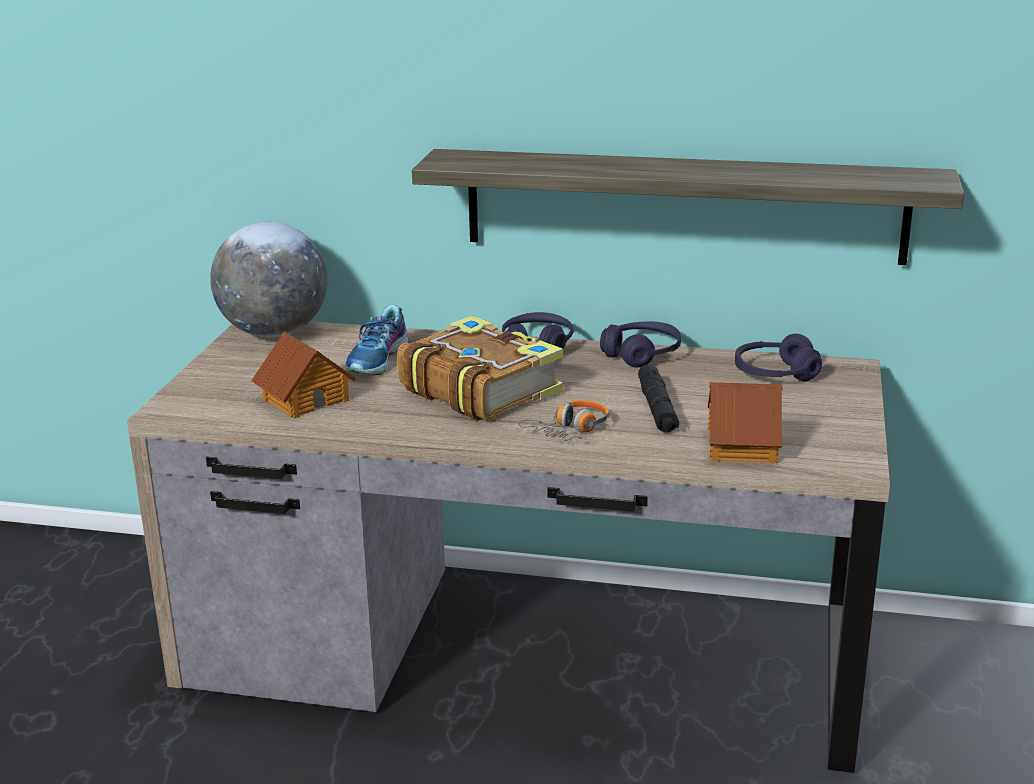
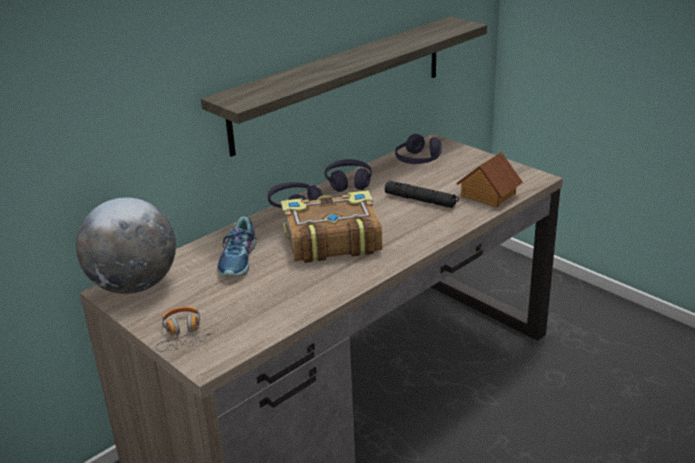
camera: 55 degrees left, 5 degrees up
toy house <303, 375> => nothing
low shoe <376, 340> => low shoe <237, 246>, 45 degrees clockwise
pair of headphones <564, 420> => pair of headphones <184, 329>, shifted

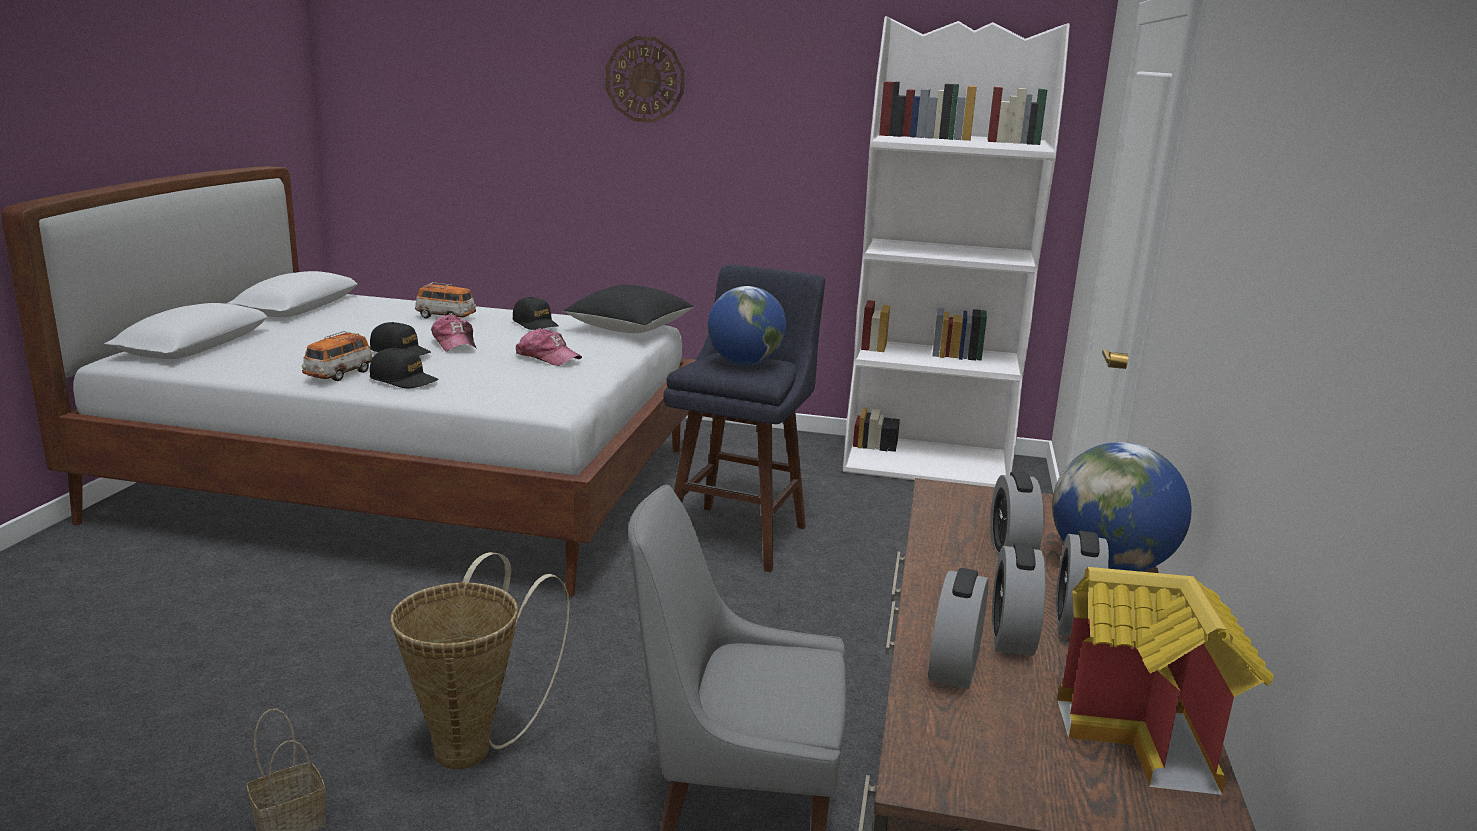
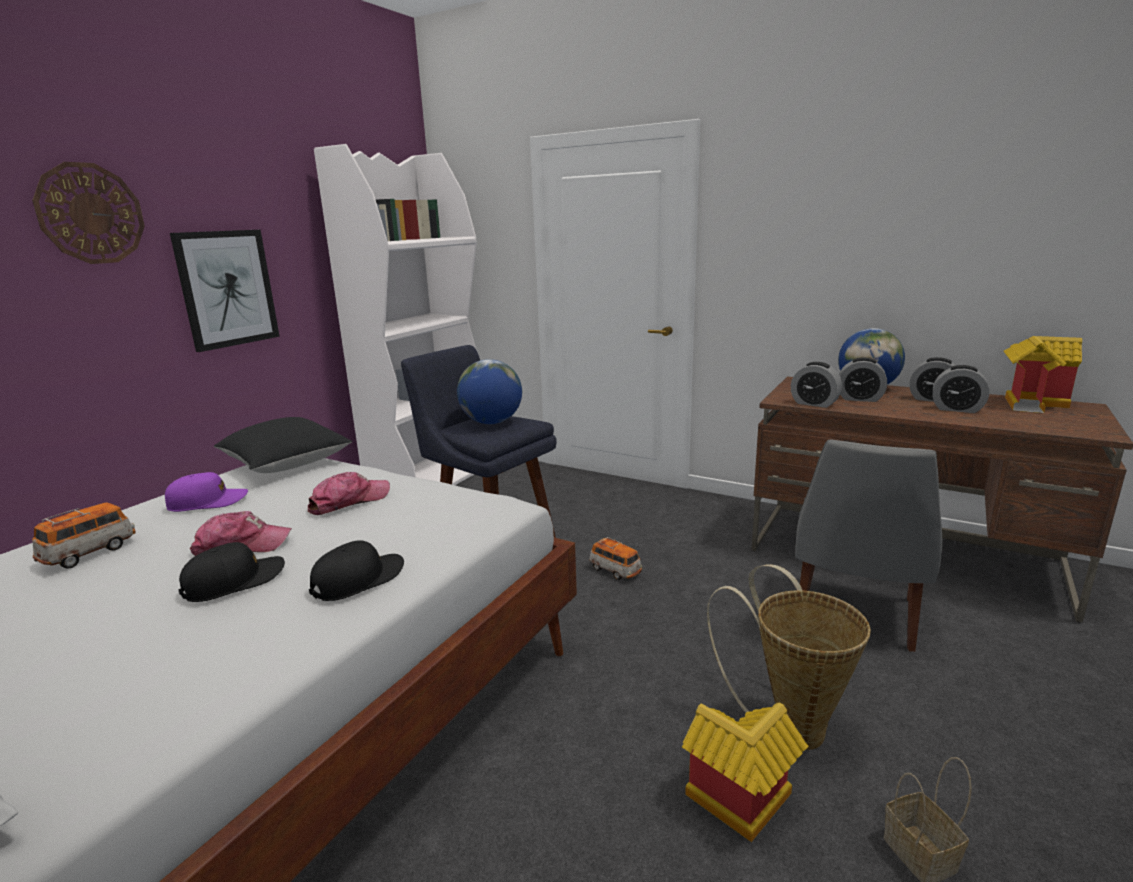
camera: 70 degrees left, 0 degrees up
toy car <337, 356> => toy car <615, 558>, shifted
peaked cap/black-coloured <535, 313> => peaked cap/purple-coloured <206, 492>
table clock <959, 628> => table clock <816, 385>, shifted
nothing => picture <225, 291>
nothing => toy house <745, 772>

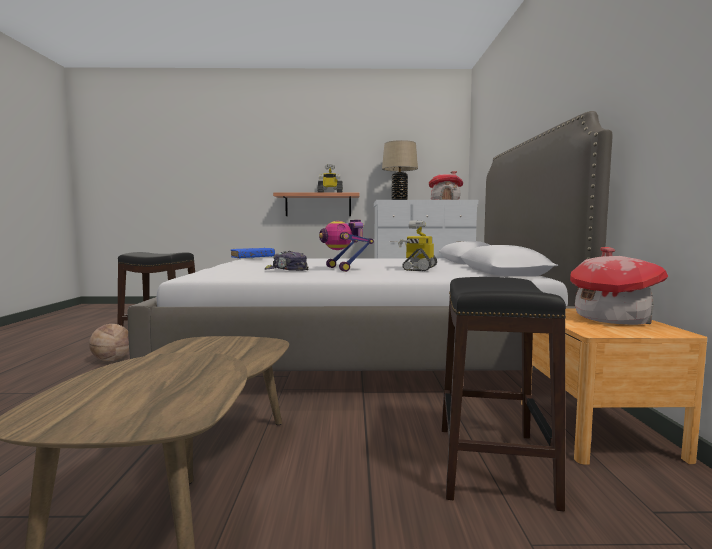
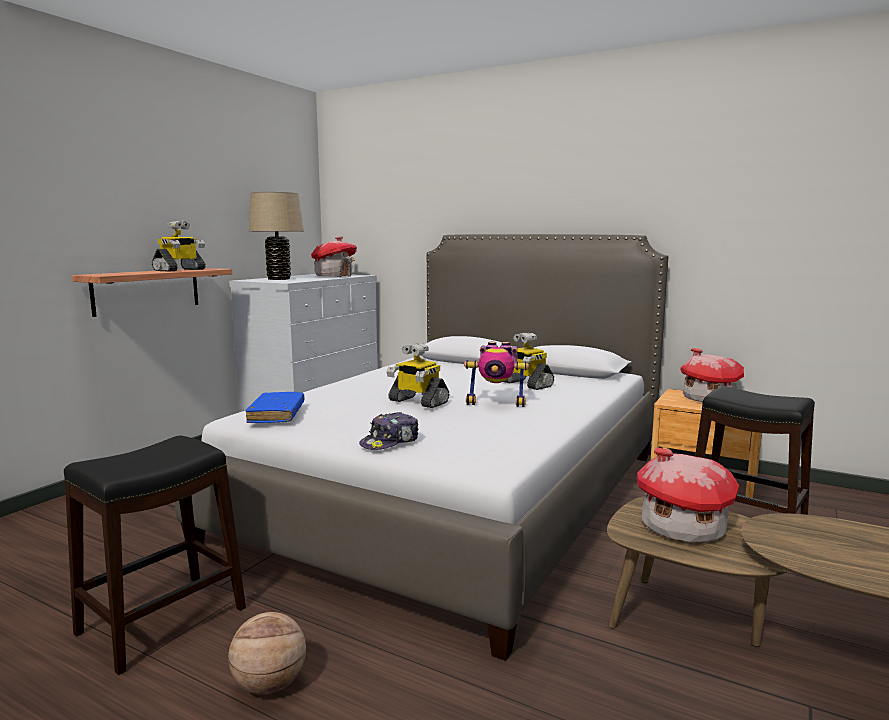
camera: 60 degrees left, 5 degrees up
peaked cap <286, 261> => peaked cap <388, 431>, shifted
nothing => toy robot <417, 375>
nothing => toy house <687, 495>

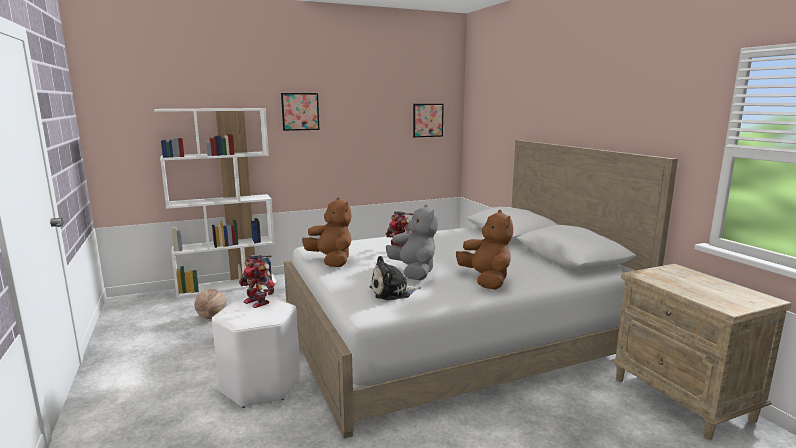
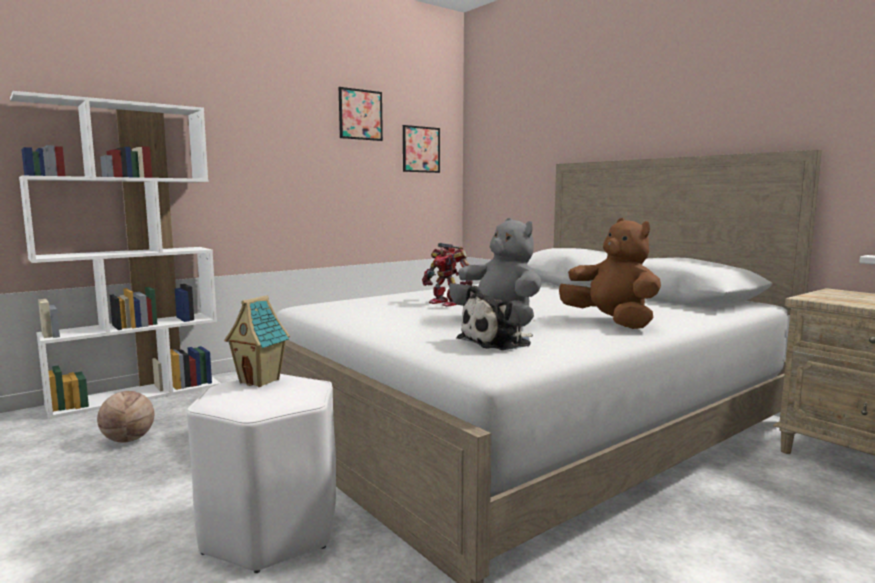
camera: 15 degrees left, 5 degrees down
toy robot <257, 281> => toy house <257, 341>
picture <300, 112> => picture <361, 114>, shifted
soft toy/brown <327, 232> => nothing

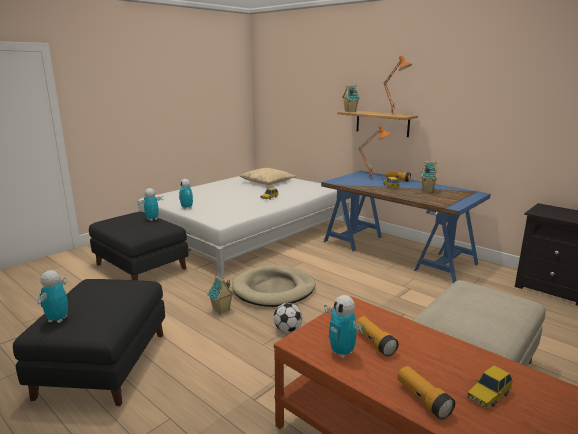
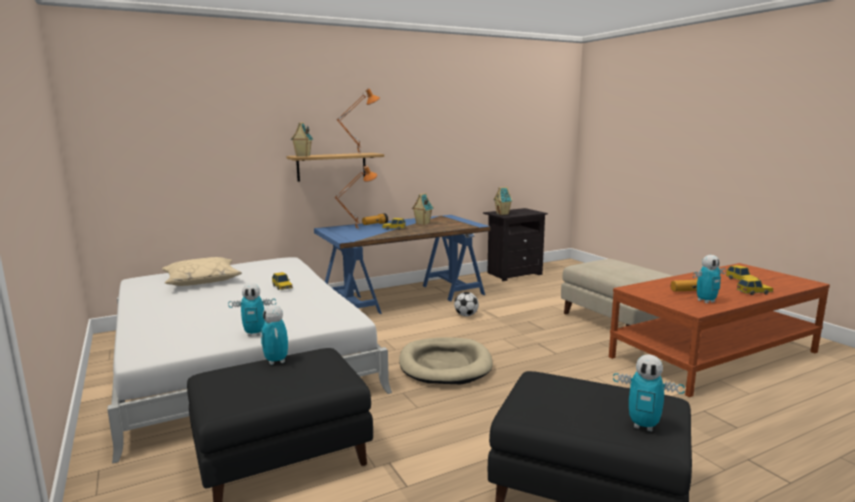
camera: 70 degrees left, 5 degrees down
toy house <220, 295> => toy house <503, 201>, shifted
football <287, 318> => football <466, 304>, shifted
torch <426, 392> => toy car <755, 286>

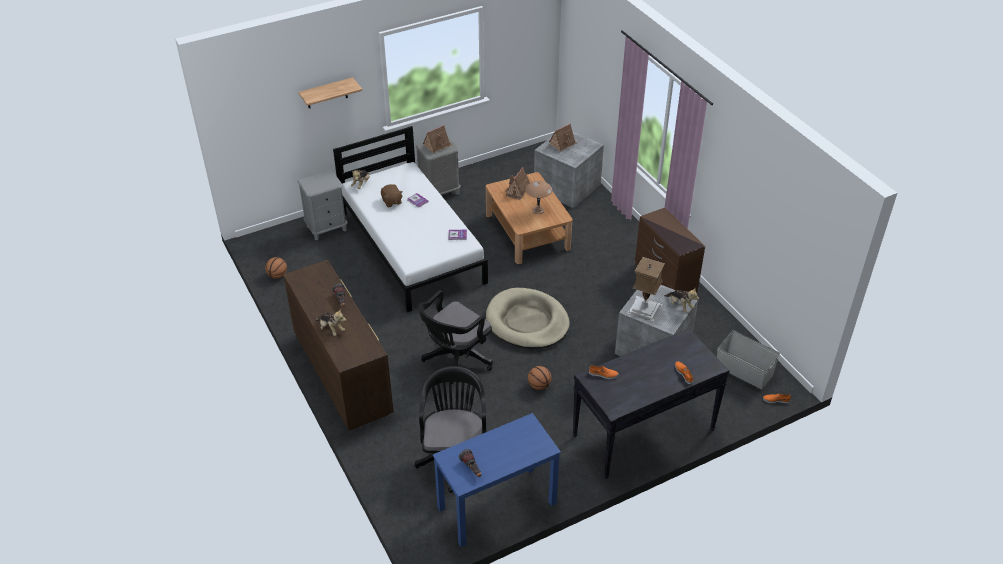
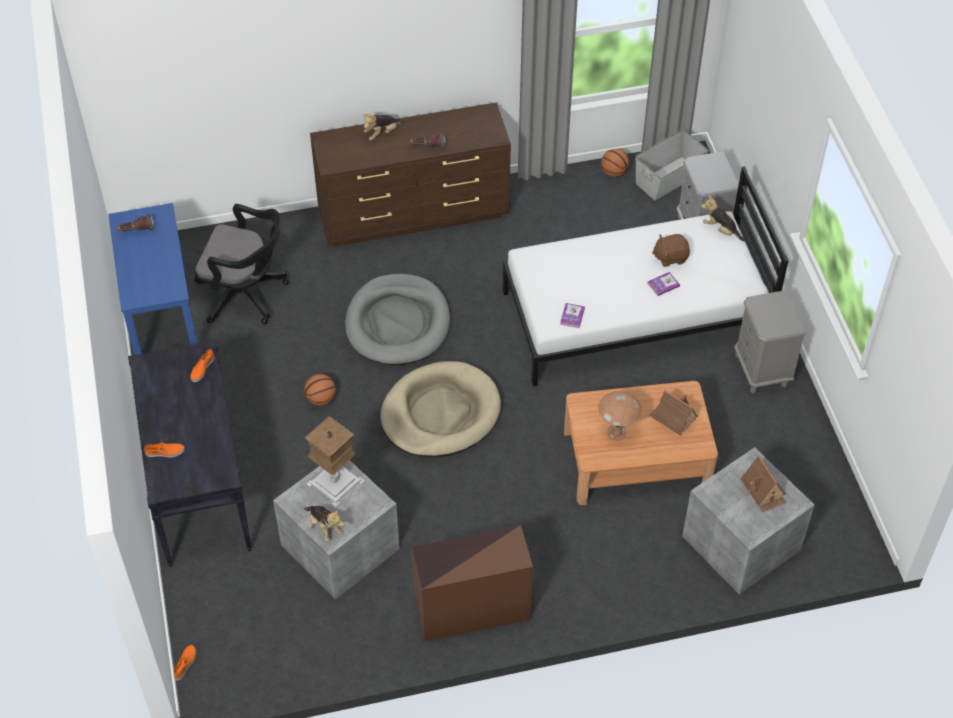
camera: 105 degrees right, 10 degrees up
bracket shelf <330, 92> => nothing
computer chair/black-coloured <455, 337> => pet bed/gray <397, 319>
toy house <438, 139> => nothing
soft toy <681, 299> => soft toy <324, 523>, 105 degrees counterclockwise
storage container/gray <748, 360> => storage container/gray <672, 164>, shifted

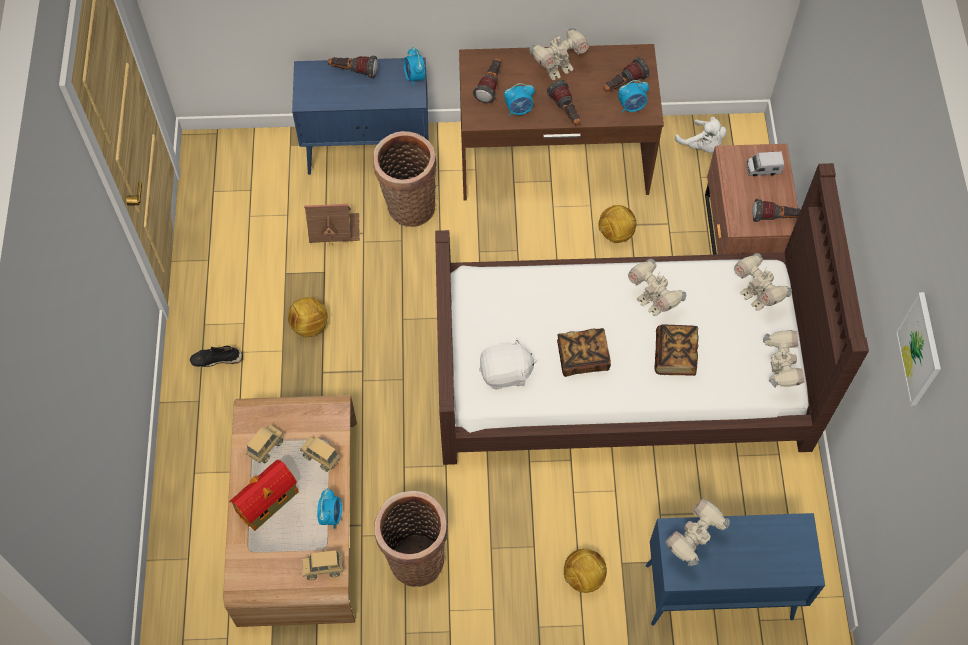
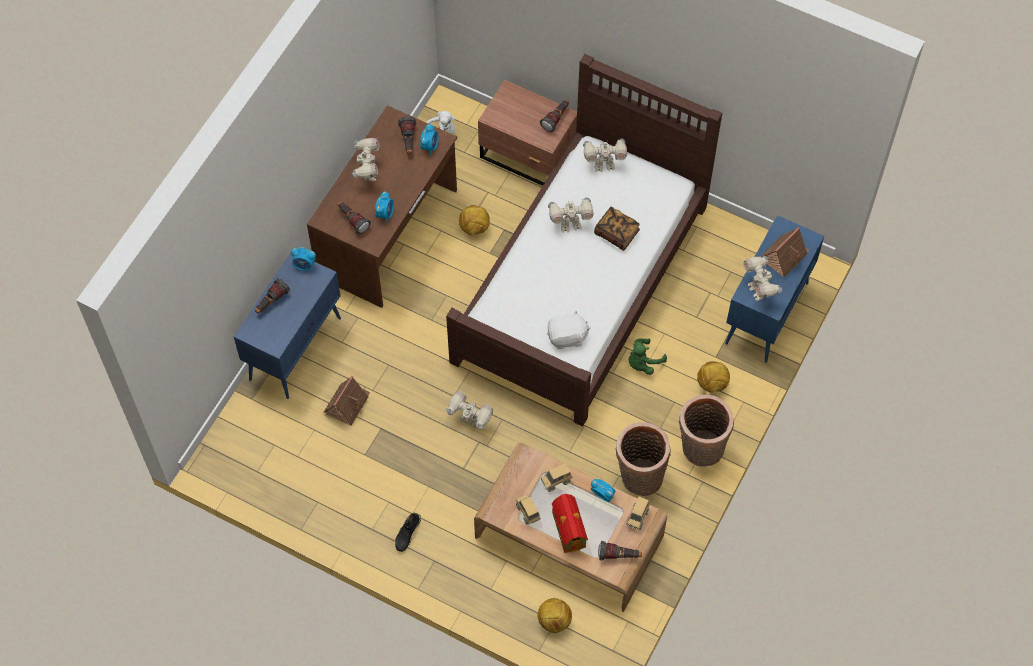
camera: 60 degrees left, 0 degrees up
football <308, 317> => football <554, 615>, shifted
storage basket <405, 179> => storage basket <706, 431>, shifted
soft toy/white-coloured <508, 363> => soft toy/white-coloured <569, 329>, 60 degrees clockwise
torch <563, 102> => torch <620, 550>, shifted
volume <584, 352> => nothing
toy truck <765, 163> => nothing
toy robot <783, 359> => toy robot <469, 409>, shifted
picture <918, 349> => nothing
nothing => soft toy/greenish <648, 356>
nothing => toy house <784, 252>

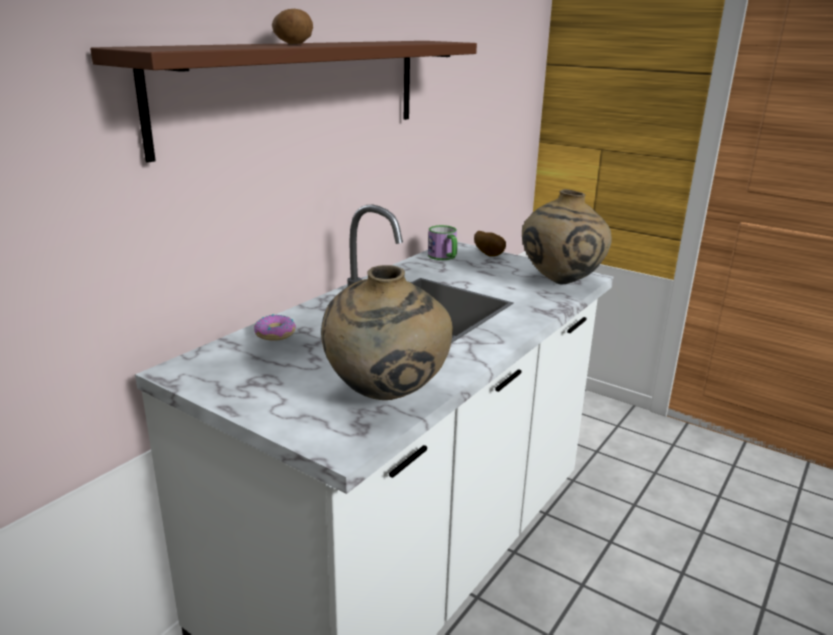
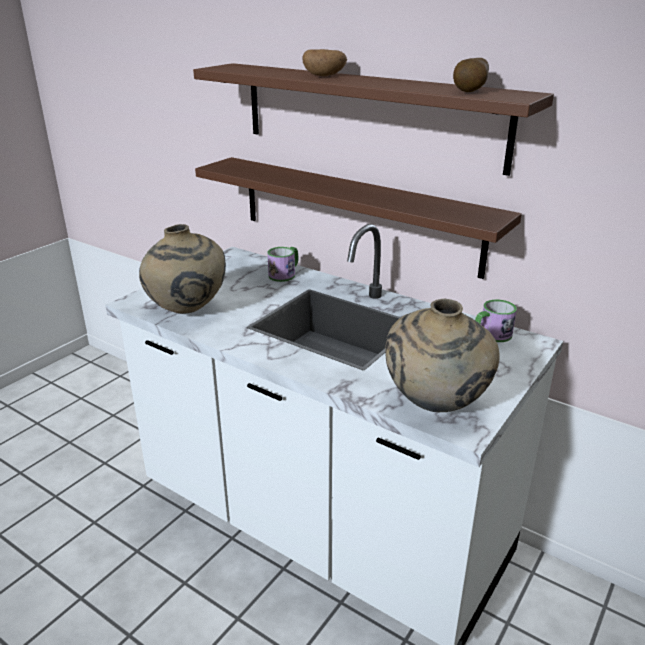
camera: 90 degrees right, 5 degrees up
doughnut <275, 327> => tea mug <282, 264>
potato <490, 244> => potato <471, 75>, shifted
nothing => bracket shelf/brown <358, 218>

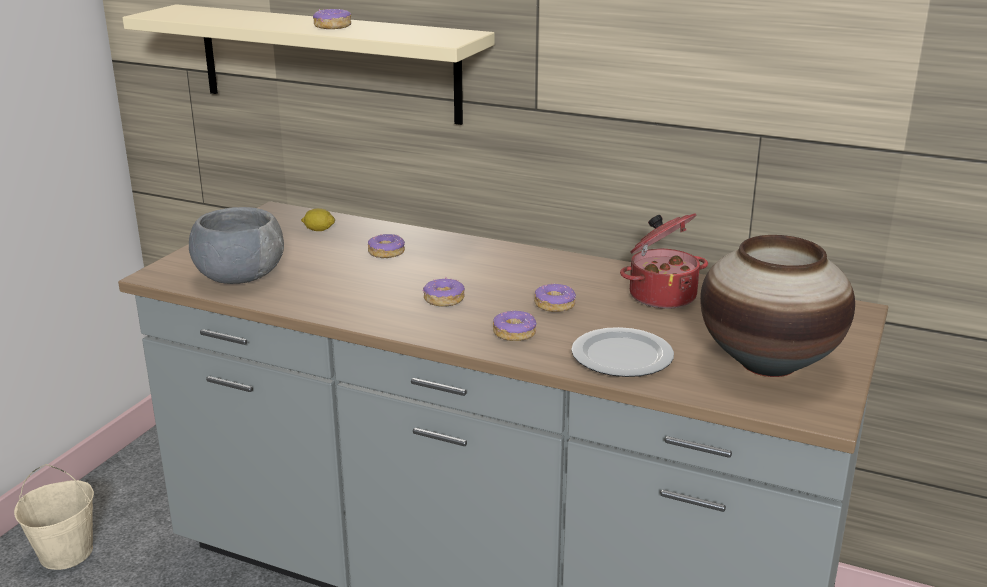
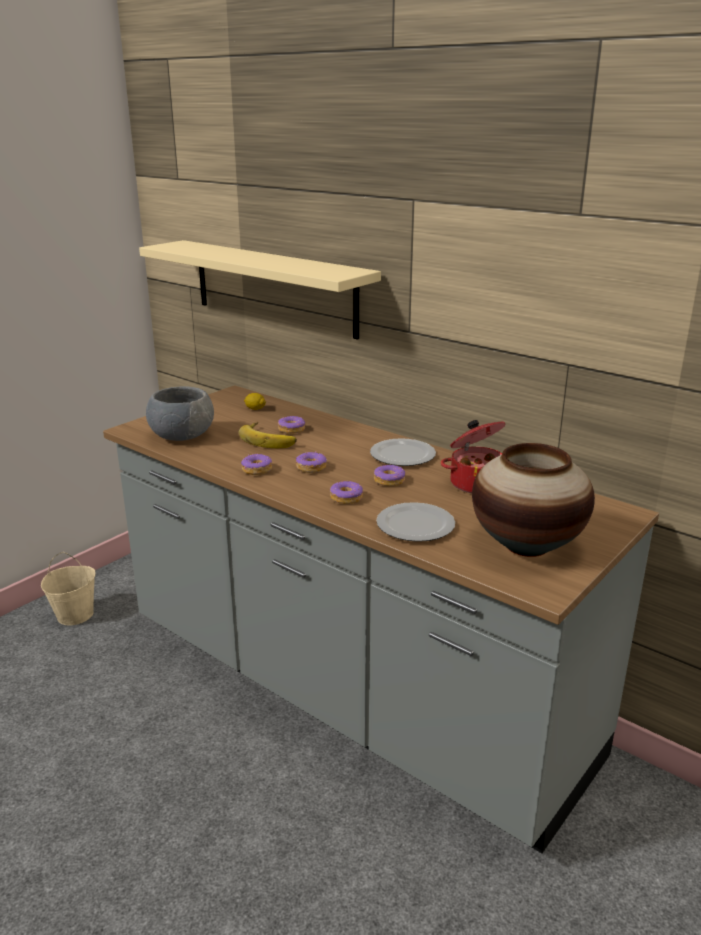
camera: 15 degrees right, 0 degrees up
doughnut <332, 19> => doughnut <256, 464>, shifted
nothing => banana <268, 435>
nothing => plate <403, 452>

